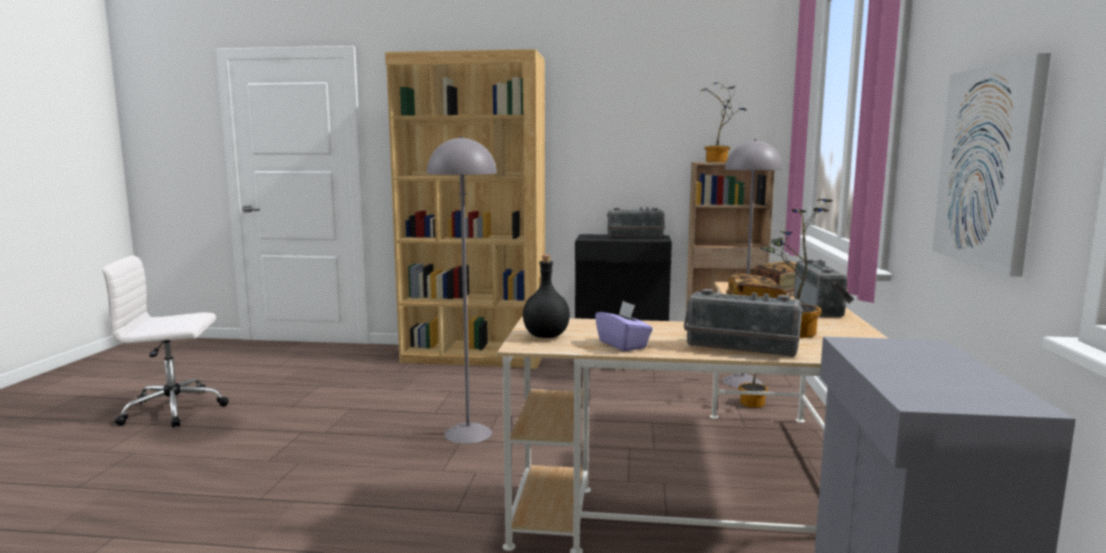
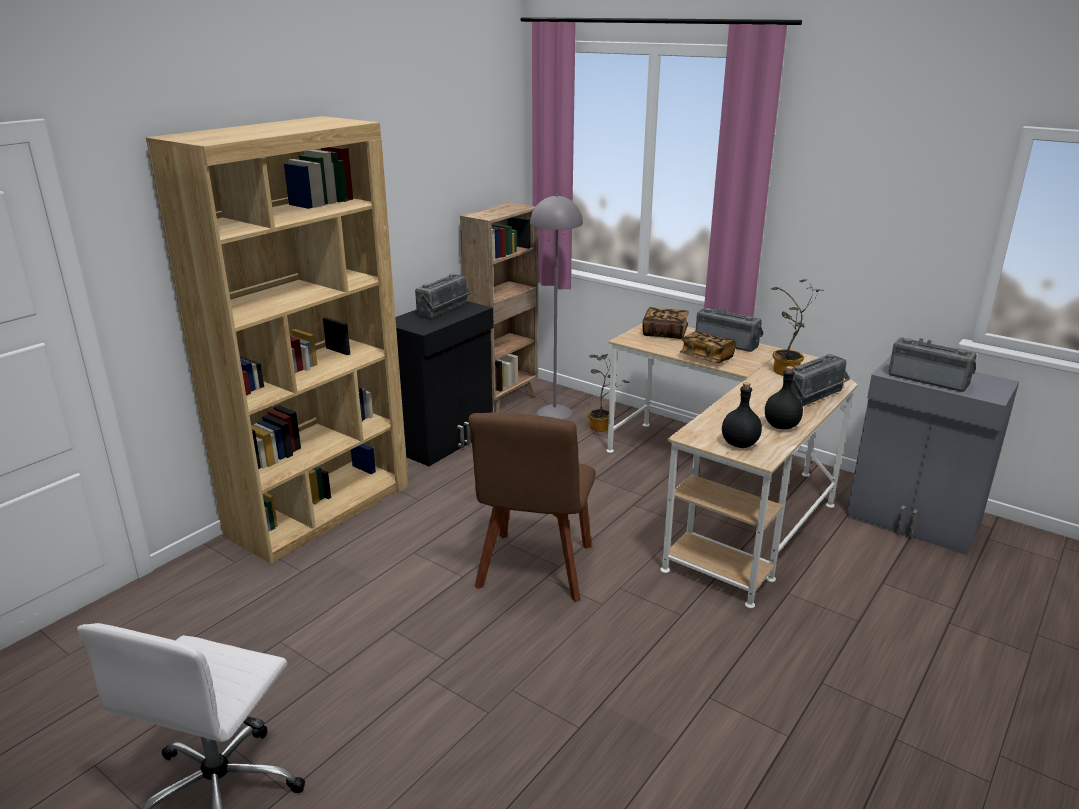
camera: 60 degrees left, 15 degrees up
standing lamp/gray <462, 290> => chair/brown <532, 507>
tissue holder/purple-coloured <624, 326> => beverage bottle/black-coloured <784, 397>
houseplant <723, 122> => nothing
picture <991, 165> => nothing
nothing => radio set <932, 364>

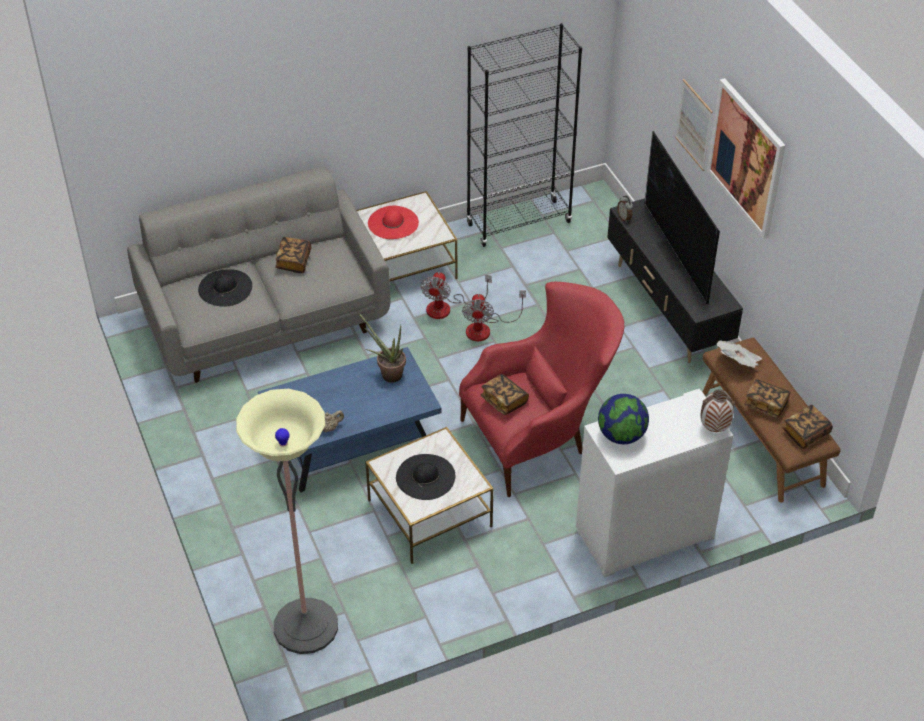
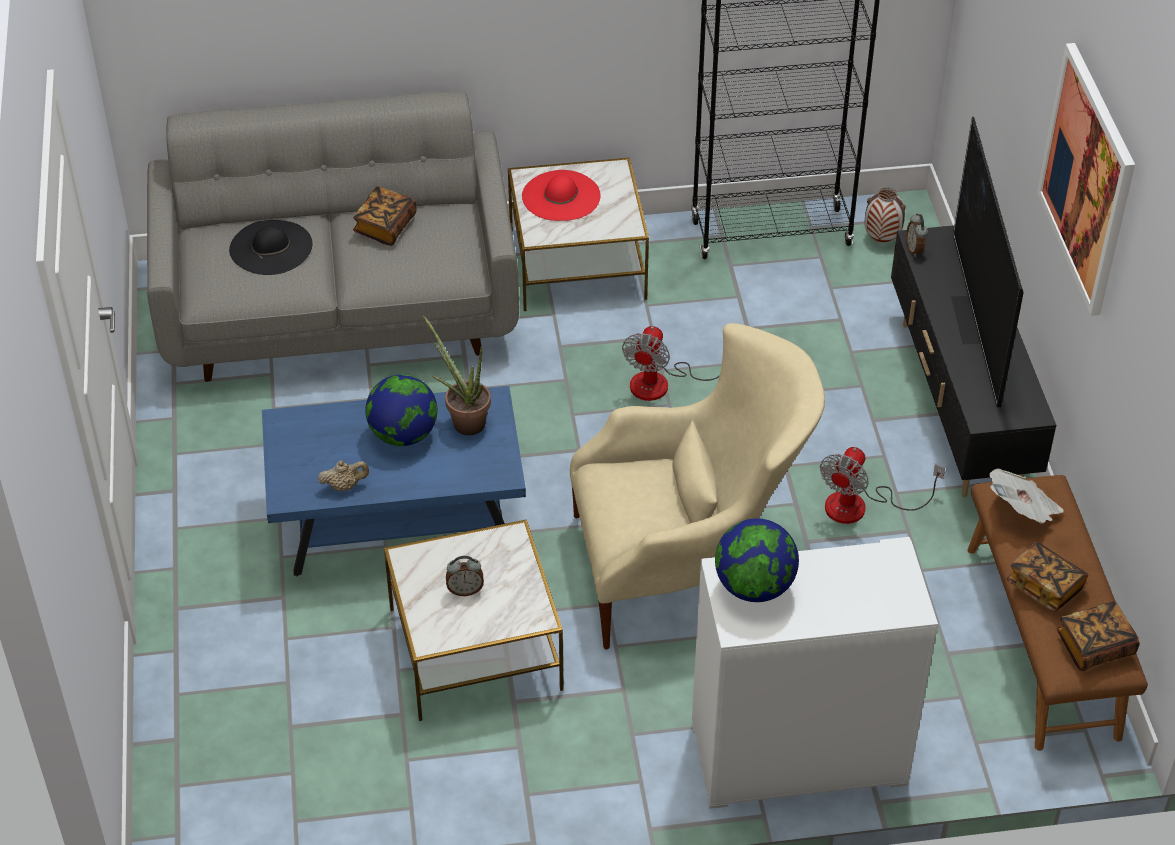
camera: 15 degrees right, 0 degrees up
standing lamp <287, 521> => nothing
clothing hat/black-coloured <425, 477> => table clock <465, 576>
fan <456, 295> => fan <882, 485>, shifted
armchair/red <541, 389> => armchair/beige <697, 486>
volume <504, 394> => nothing
picture <694, 125> => nothing
decorative vase <717, 410> => decorative vase <885, 215>, shifted
nothing => desk globe <401, 410>

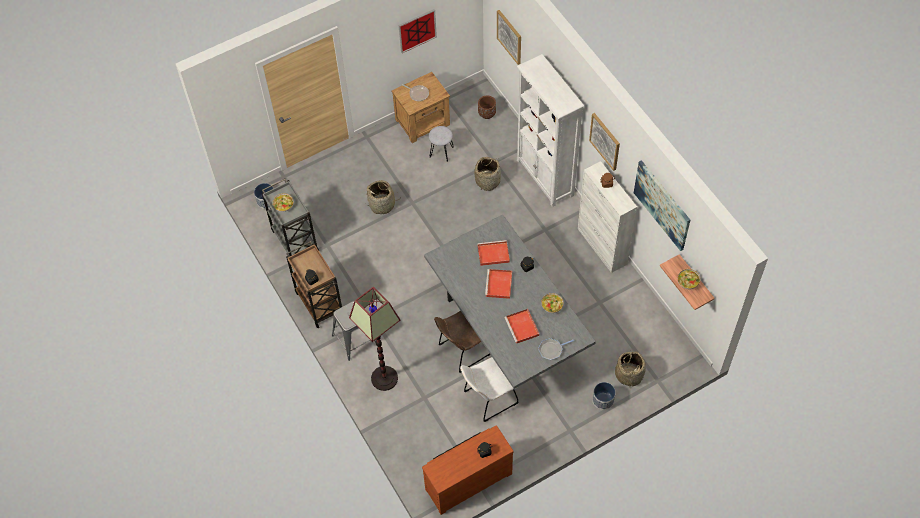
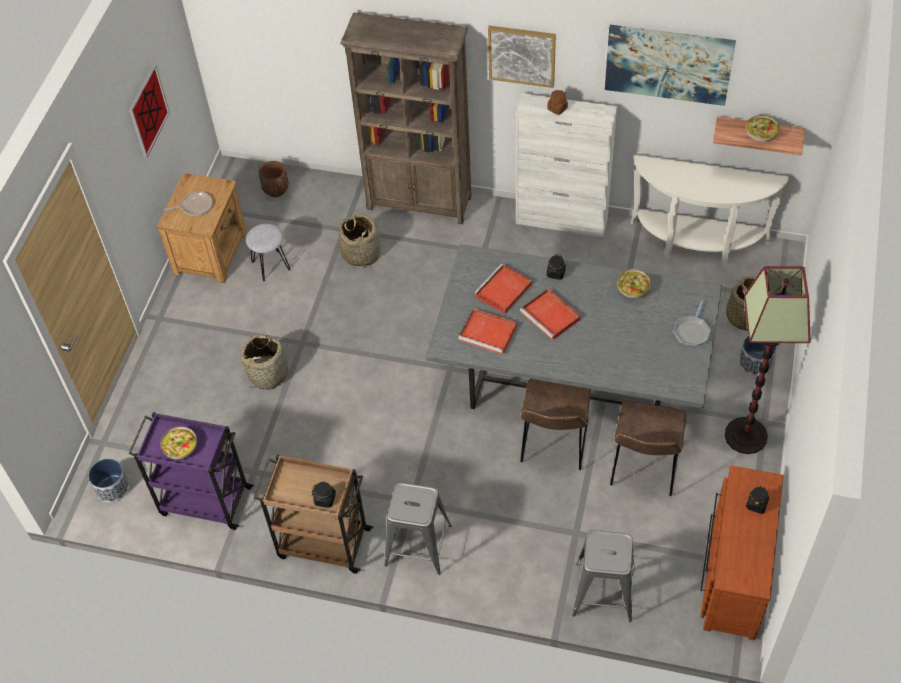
camera: 45 degrees left, 5 degrees down
wheeled cart/gray <290, 218> => wheeled cart/purple-coloured <191, 471>
standing lamp <374, 339> => standing lamp <768, 360>, shifted
chair/white-coloured <489, 389> => chair/brown <648, 448>
picture <509, 37> => nothing
tray/red <521, 326> => tray/red <487, 331>, shifted
shelving unit/white-coloured <550, 130> => shelving unit/brown <405, 118>
nothing => stool/gray <603, 576>
nothing => hall table/white-coloured <709, 210>

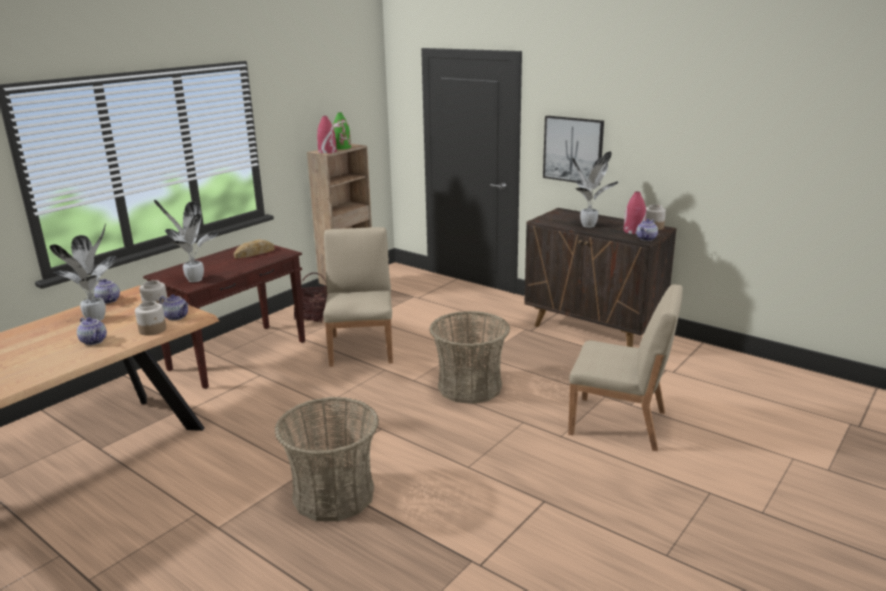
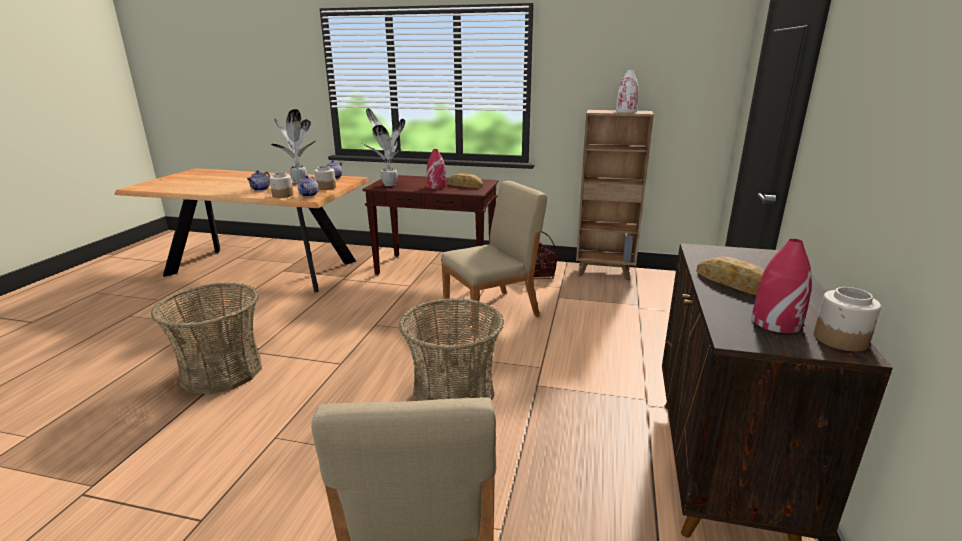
camera: 65 degrees right, 0 degrees up
decorative vase/red <327, 135> => decorative vase/red <436, 169>, shifted
decorative vase/greenish <342, 131> => decorative vase/white-coloured <627, 91>
picture <573, 151> => nothing
houseplant <595, 189> => bakery bread <730, 276>
tea pot <647, 230> => nothing

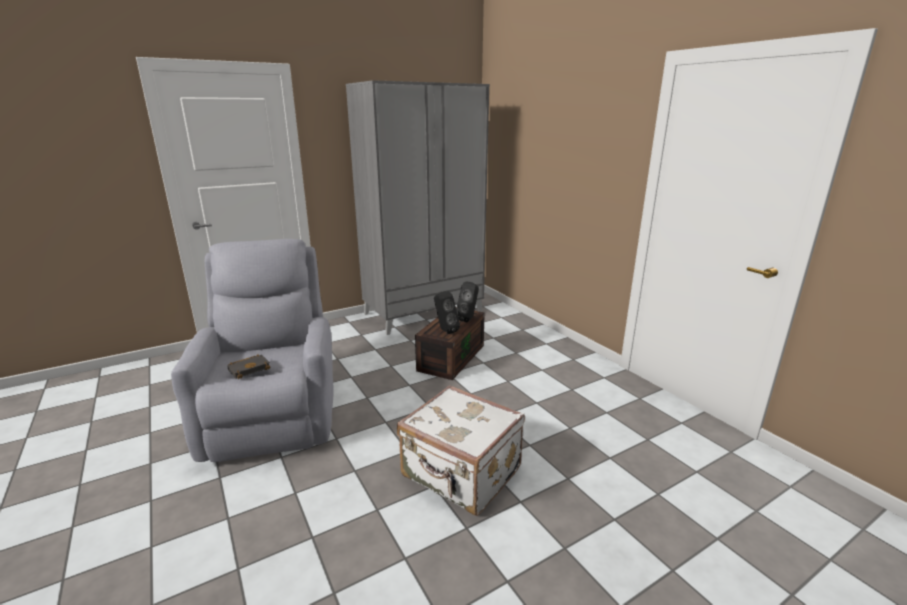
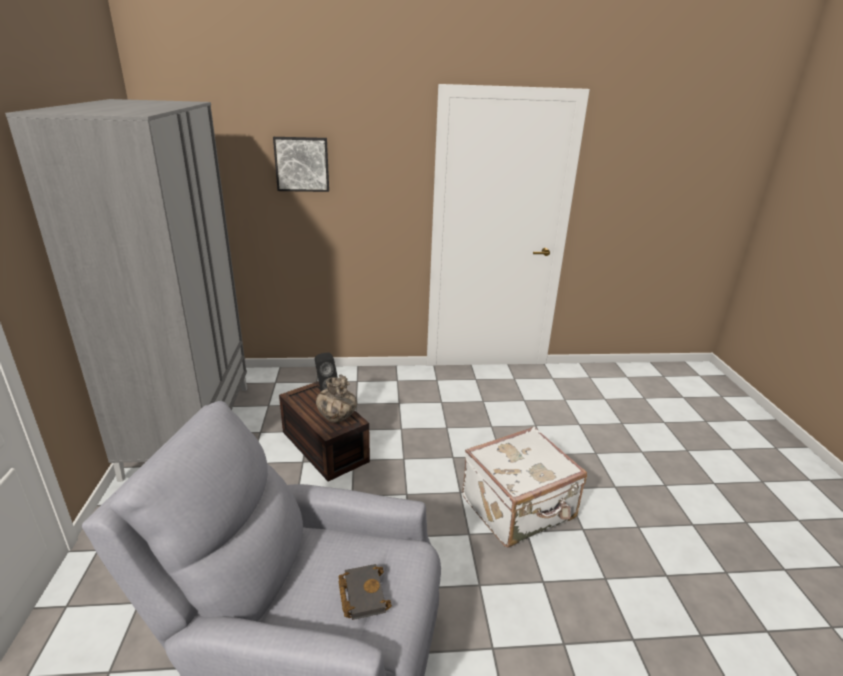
camera: 65 degrees left, 5 degrees up
speaker/black-coloured <447, 312> => decorative vase <336, 398>
nothing => picture <301, 164>

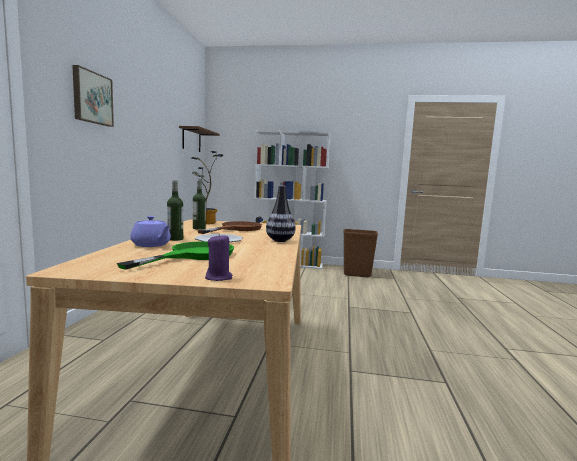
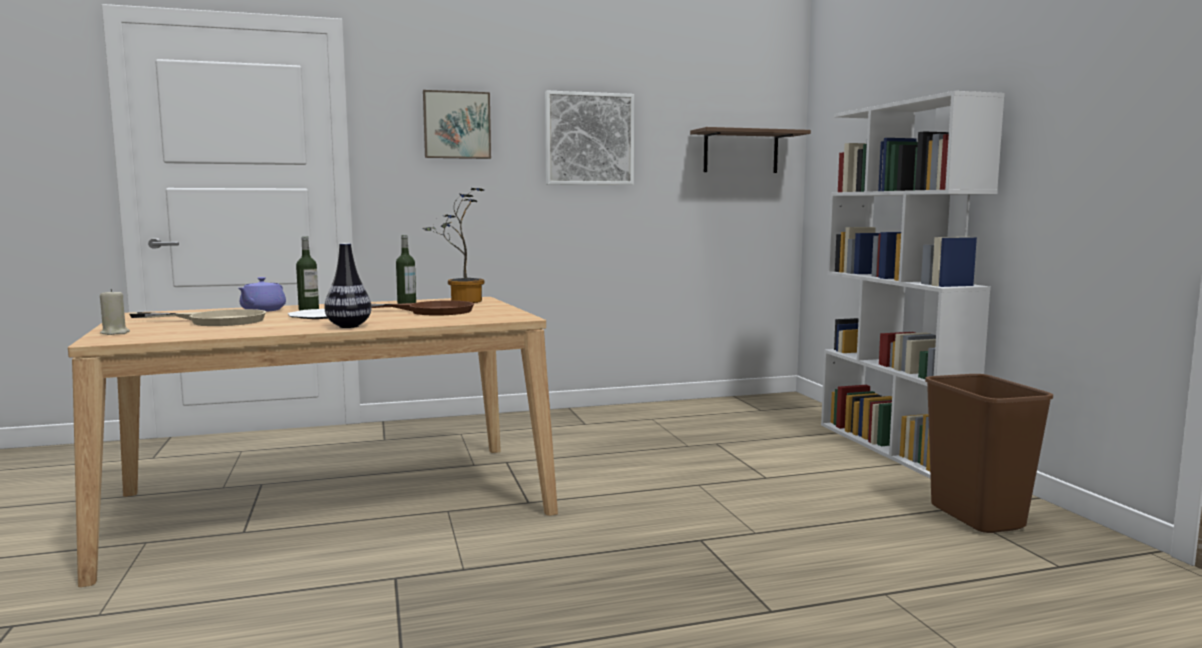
camera: 65 degrees right, 0 degrees up
skillet/greenish <175, 255> => skillet/beige <197, 317>
wax light/purple-coloured <218, 257> => wax light/beige <115, 312>
nothing => picture <589, 137>

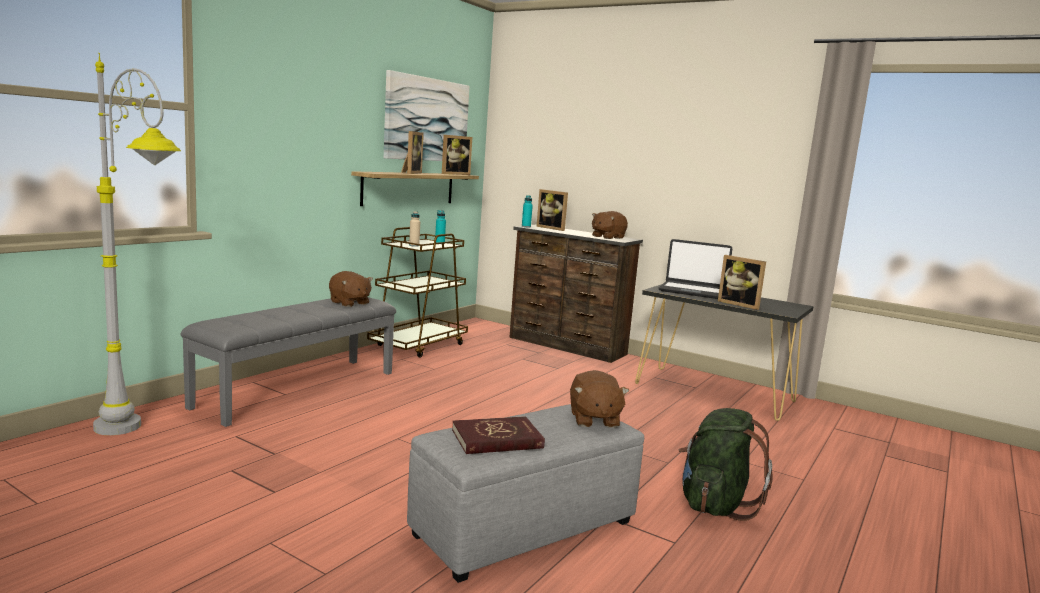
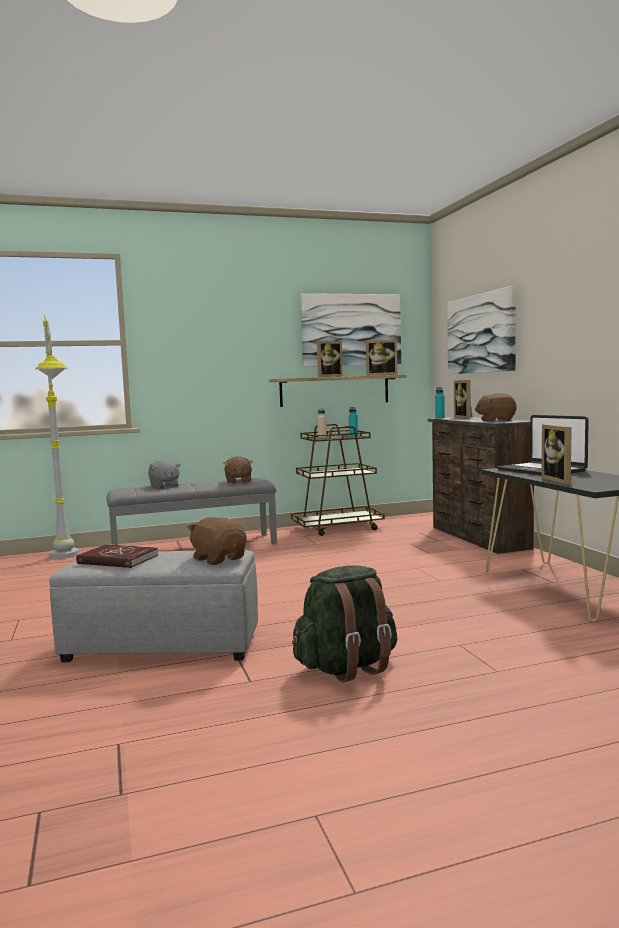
camera: 40 degrees right, 5 degrees down
soft toy/brown <599, 399> => soft toy/brown <216, 541>, 105 degrees clockwise
nothing => soft toy/gray <164, 474>
nothing => picture <481, 330>

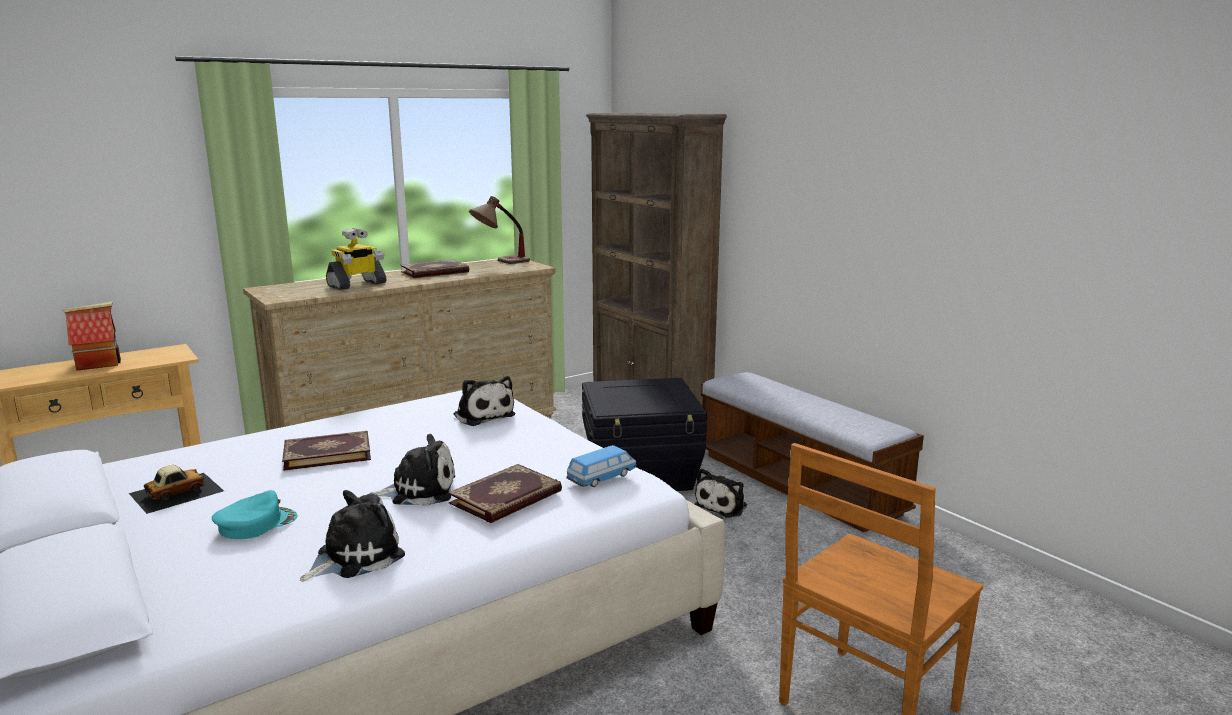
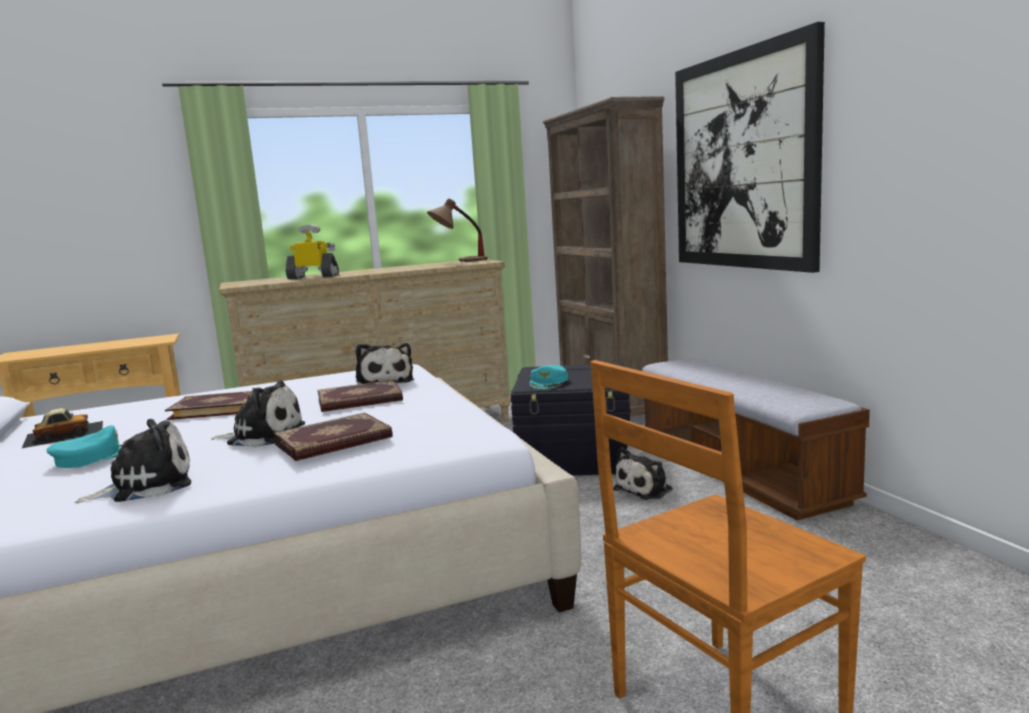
camera: 15 degrees right, 5 degrees down
toy house <92, 336> => nothing
toy robot <356, 259> => toy robot <312, 252>, 150 degrees counterclockwise
volume <435, 268> => volume <360, 396>, shifted
toy car <601, 466> => nothing
nothing => peaked cap/blue-green <549, 377>
nothing => picture <750, 147>

